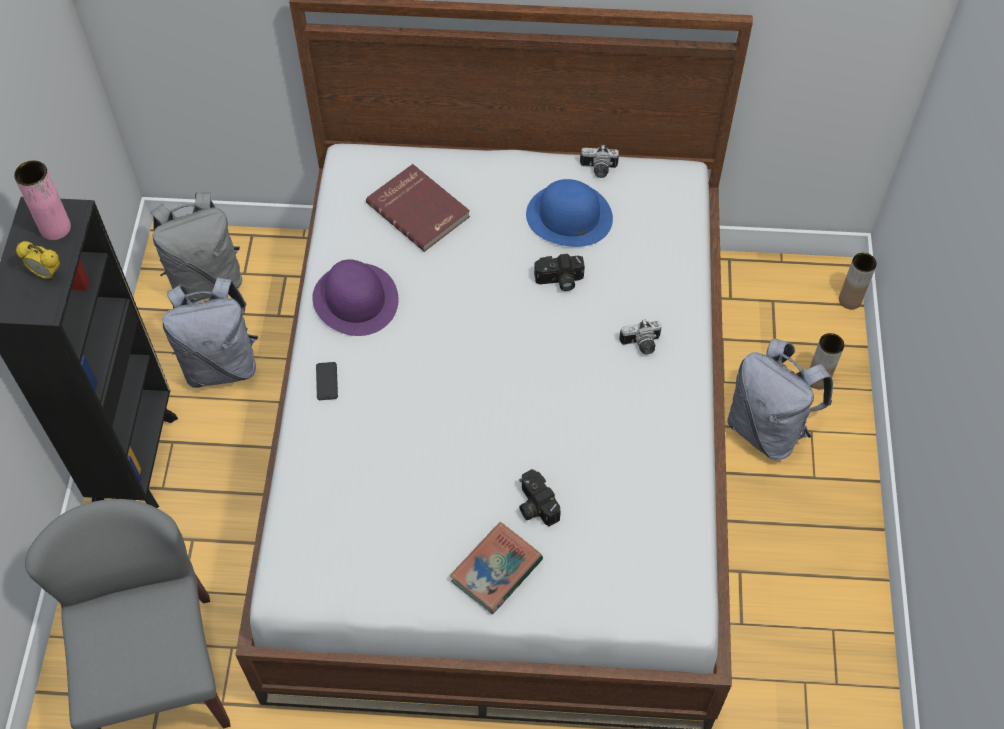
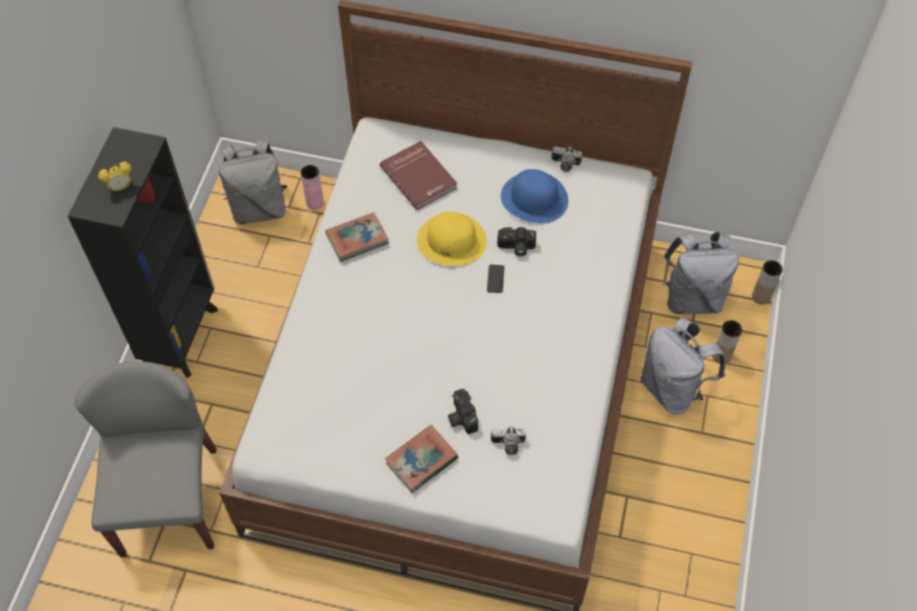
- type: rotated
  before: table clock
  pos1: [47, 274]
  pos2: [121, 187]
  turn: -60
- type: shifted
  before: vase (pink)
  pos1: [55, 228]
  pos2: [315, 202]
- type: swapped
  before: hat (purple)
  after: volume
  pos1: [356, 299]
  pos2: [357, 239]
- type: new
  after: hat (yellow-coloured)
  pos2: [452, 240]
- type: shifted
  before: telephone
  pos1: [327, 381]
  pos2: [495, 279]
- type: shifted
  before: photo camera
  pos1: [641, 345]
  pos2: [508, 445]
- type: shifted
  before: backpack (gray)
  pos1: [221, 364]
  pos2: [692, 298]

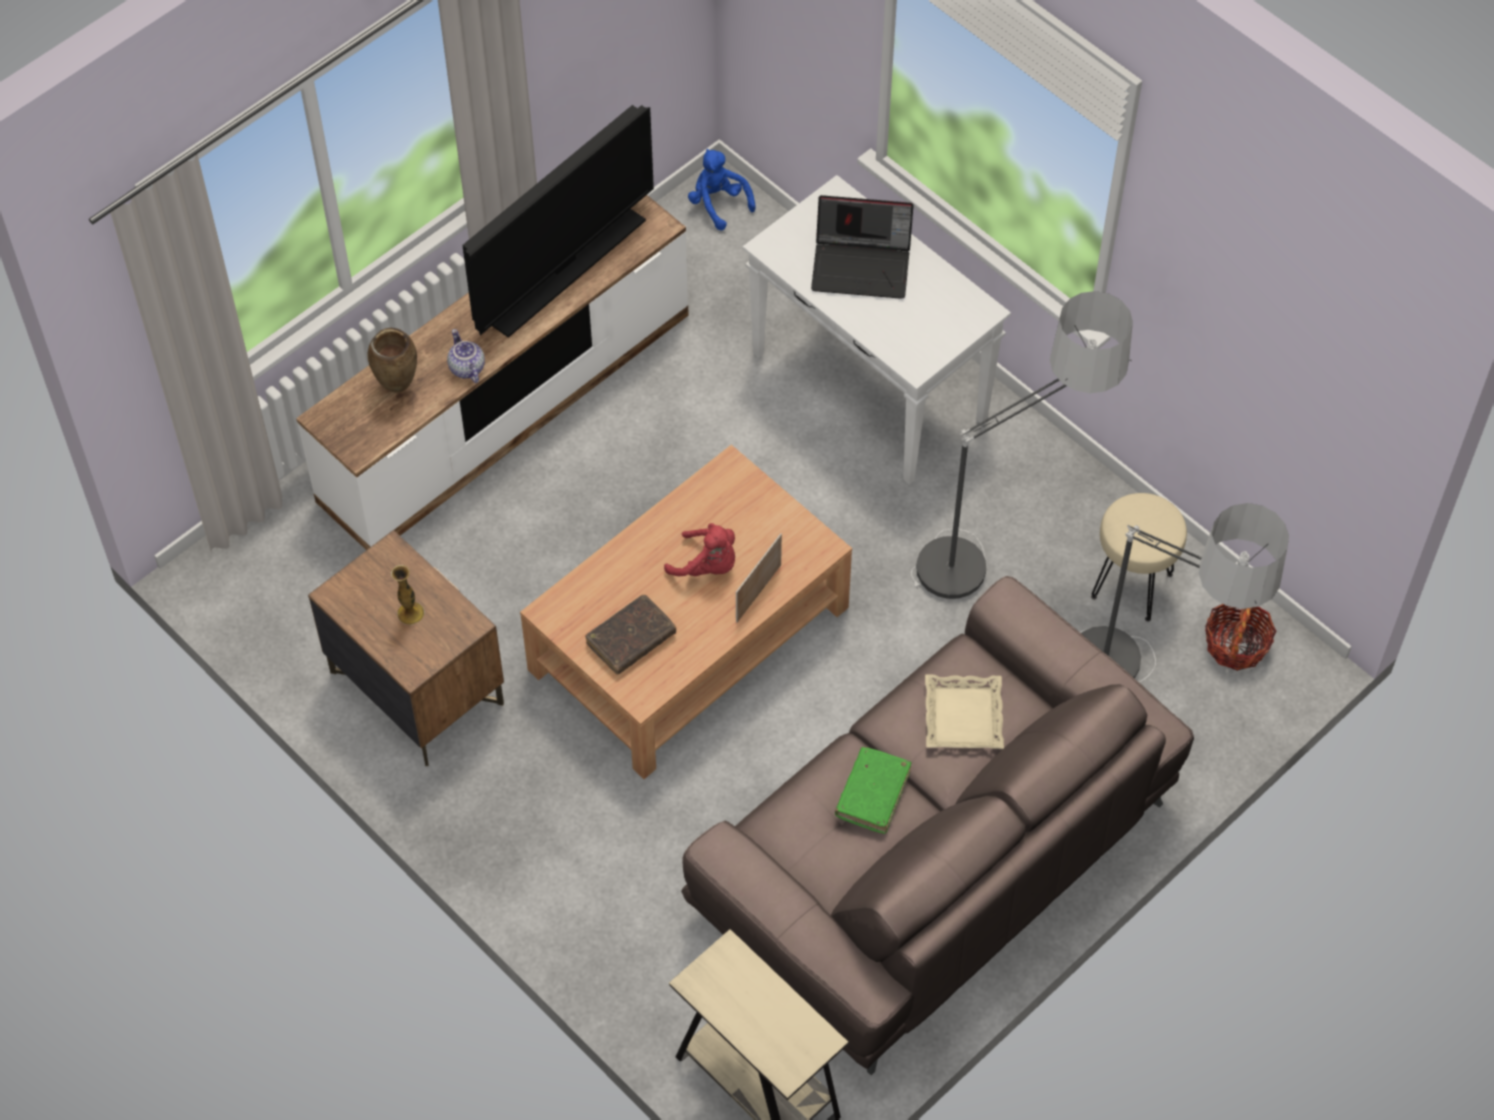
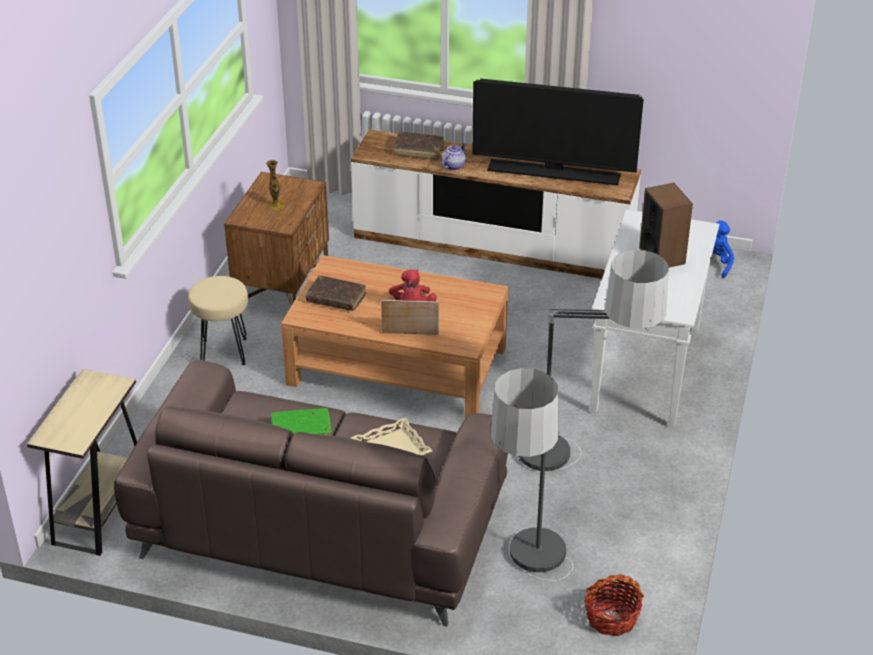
- type: shifted
  before: stool (beige)
  pos1: [1130, 586]
  pos2: [223, 351]
- type: swapped
  before: vase (brown)
  after: volume (brown)
  pos1: [397, 387]
  pos2: [418, 150]
- type: swapped
  before: portable computer
  after: speaker
  pos1: [862, 265]
  pos2: [662, 255]

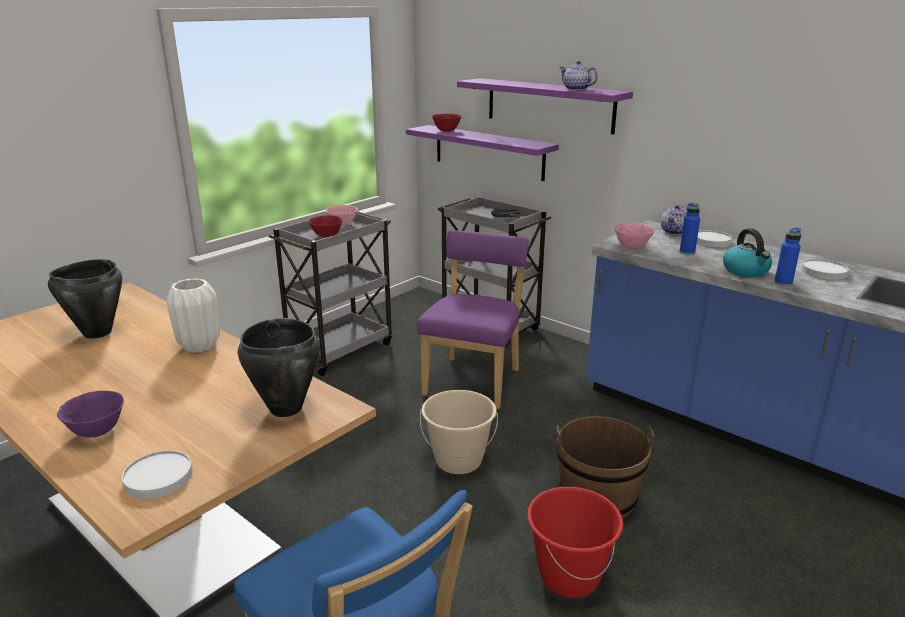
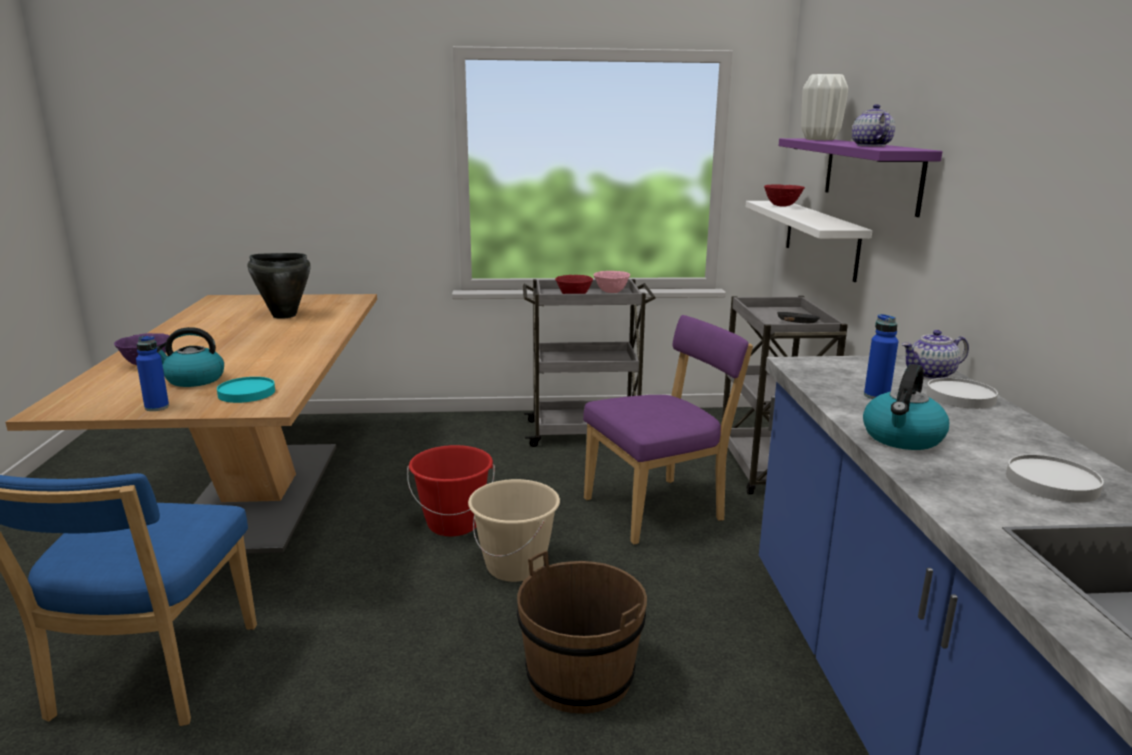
- type: shifted
  before: bottle (blue)
  pos1: [783, 283]
  pos2: [157, 407]
- type: new
  after: tea kettle
  pos2: [194, 380]
- type: swapped
  before: saucepot (black)
  after: flat dish (blue-green)
  pos1: [285, 409]
  pos2: [246, 393]
- type: shifted
  before: water bucket (reddish)
  pos1: [569, 576]
  pos2: [453, 524]
- type: repainted
  before: bracket shelf (purple)
  after: bracket shelf (white-coloured)
  pos1: [488, 152]
  pos2: [821, 238]
- type: shifted
  before: vase (white-coloured)
  pos1: [200, 346]
  pos2: [820, 139]
- type: gone
  before: flat dish (white-coloured)
  pos1: [159, 477]
- type: gone
  before: deep dish (pink)
  pos1: [632, 247]

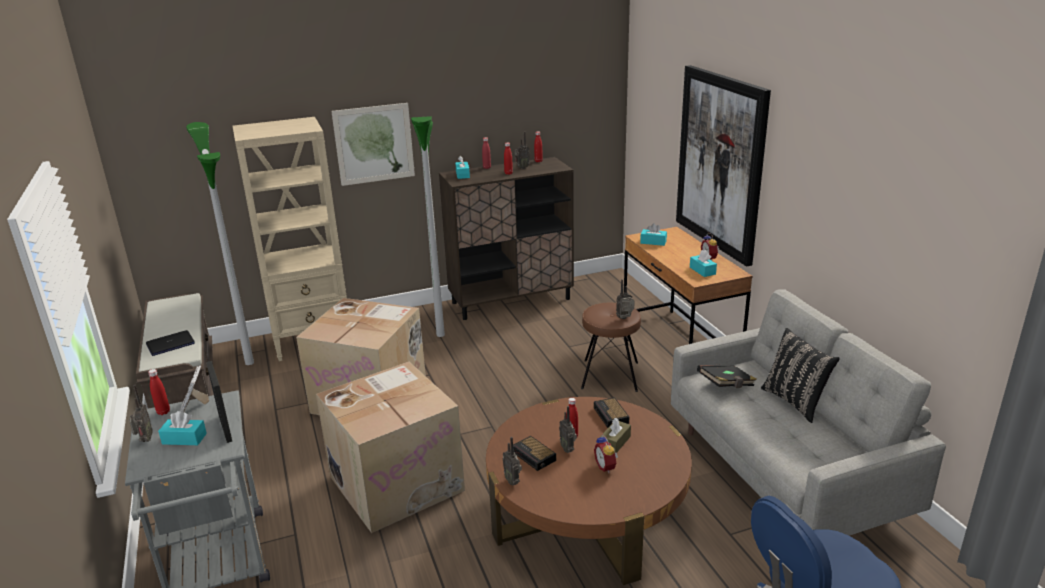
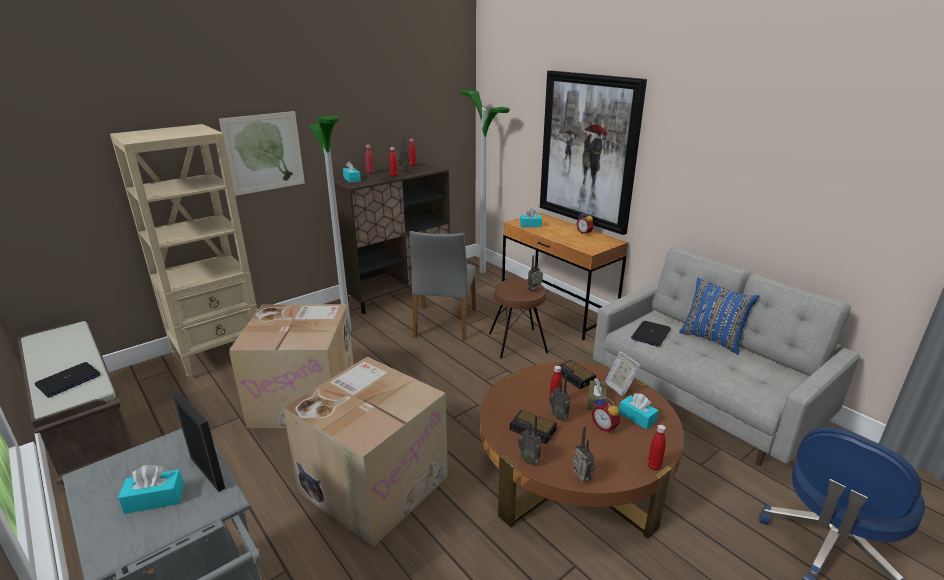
- type: new
  after: plain chair (gray)
  pos2: [444, 323]
- type: shifted
  before: standing lamp
  pos1: [249, 363]
  pos2: [482, 271]
- type: shifted
  before: radio set
  pos1: [144, 440]
  pos2: [580, 480]
- type: shifted
  before: photo frame
  pos1: [194, 407]
  pos2: [619, 387]
- type: shifted
  before: tissue holder (blue-green)
  pos1: [702, 270]
  pos2: [637, 417]
- type: swapped
  before: volume (black)
  after: portable computer
  pos1: [726, 385]
  pos2: [651, 334]
- type: shifted
  before: bottle (reddish)
  pos1: [163, 412]
  pos2: [654, 466]
- type: repainted
  before: pillow (black)
  after: pillow (blue)
  pos1: [795, 401]
  pos2: [712, 339]

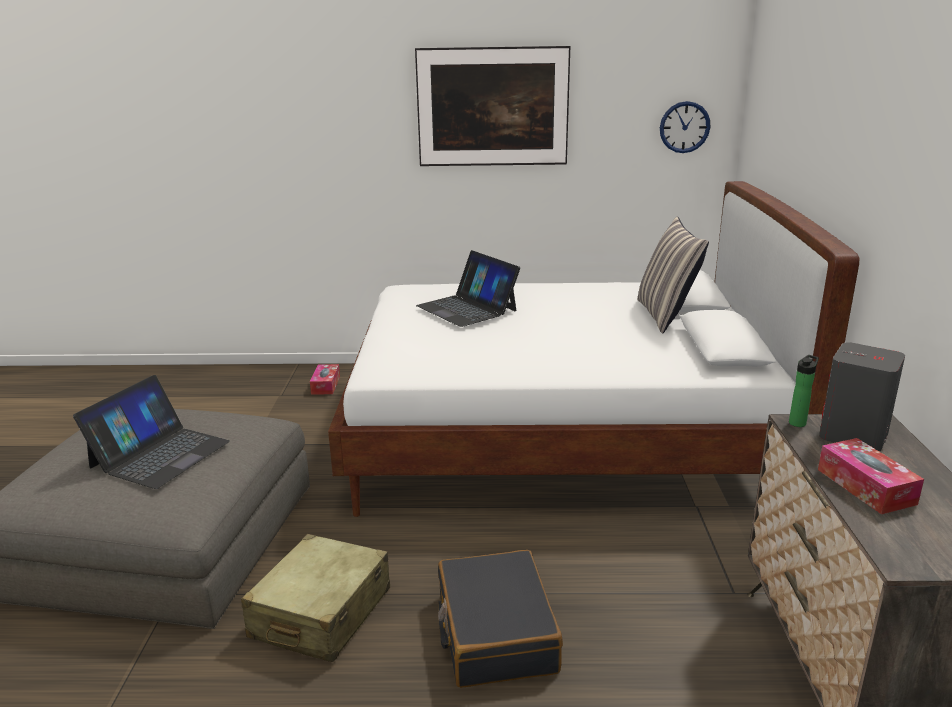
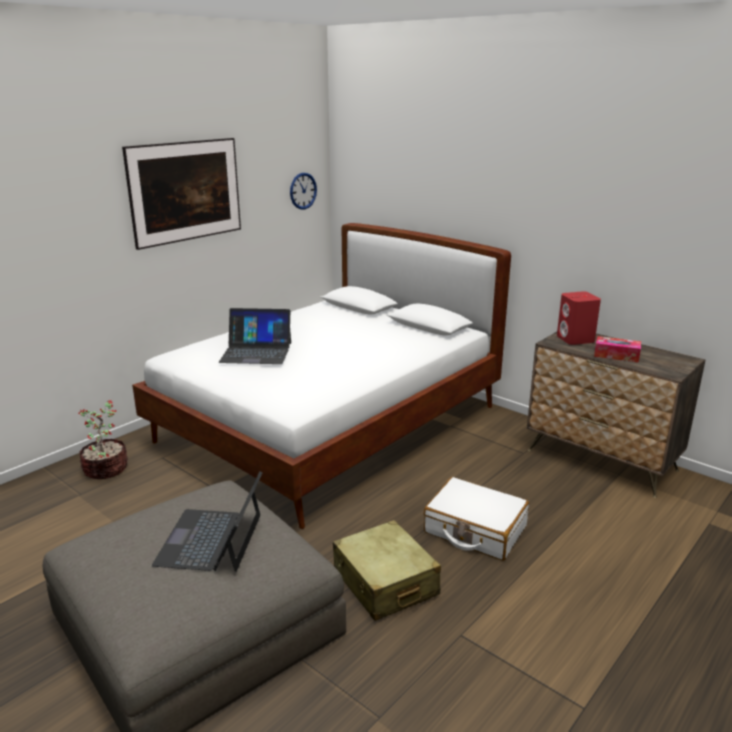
- type: swapped
  before: tissue holder
  after: potted plant
  pos1: [325, 385]
  pos2: [105, 470]
- type: rotated
  before: portable computer
  pos1: [159, 454]
  pos2: [211, 539]
  turn: -150
- type: repainted
  before: piece of luggage (black)
  after: piece of luggage (white-coloured)
  pos1: [495, 633]
  pos2: [475, 530]
- type: repainted
  before: speaker (gray)
  after: speaker (reddish)
  pos1: [853, 436]
  pos2: [575, 339]
- type: gone
  before: pillow
  pos1: [666, 316]
- type: gone
  before: bottle
  pos1: [798, 422]

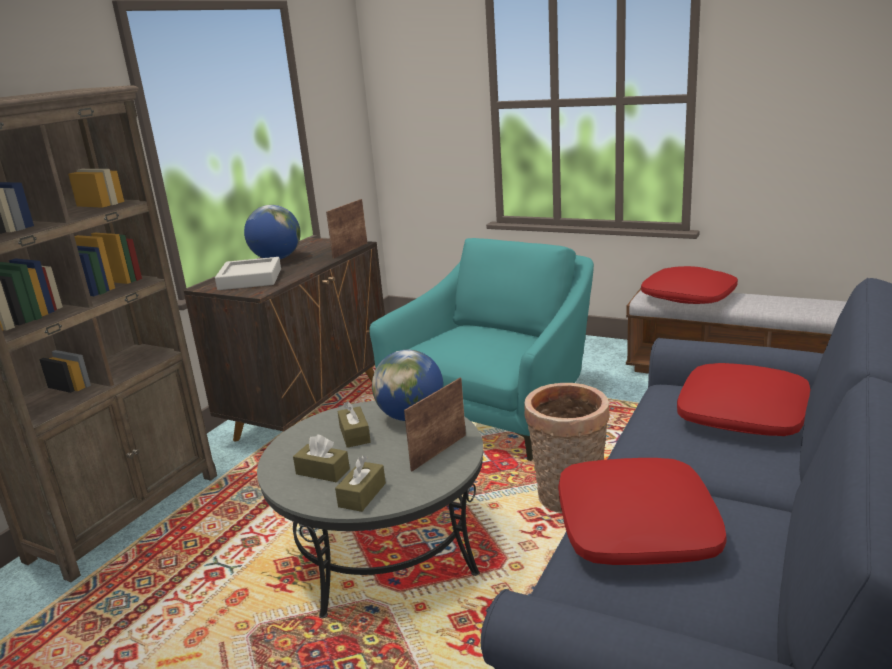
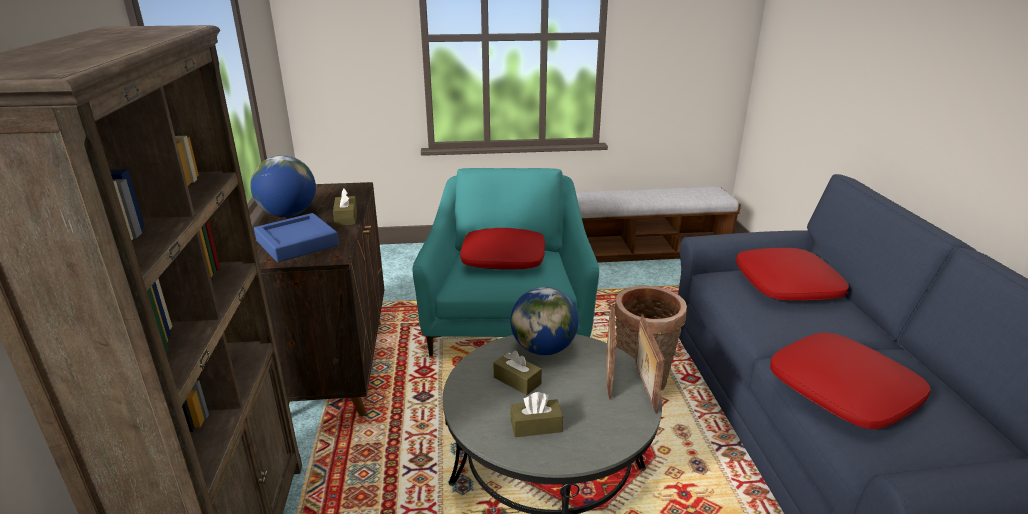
- type: repainted
  before: carrying tray (gray)
  after: carrying tray (blue)
  pos1: [250, 279]
  pos2: [297, 243]
- type: shifted
  before: tissue holder (brown)
  pos1: [362, 495]
  pos2: [346, 218]
- type: shifted
  before: pillow (reddish)
  pos1: [689, 296]
  pos2: [503, 258]
- type: shifted
  before: photo frame
  pos1: [349, 250]
  pos2: [644, 387]

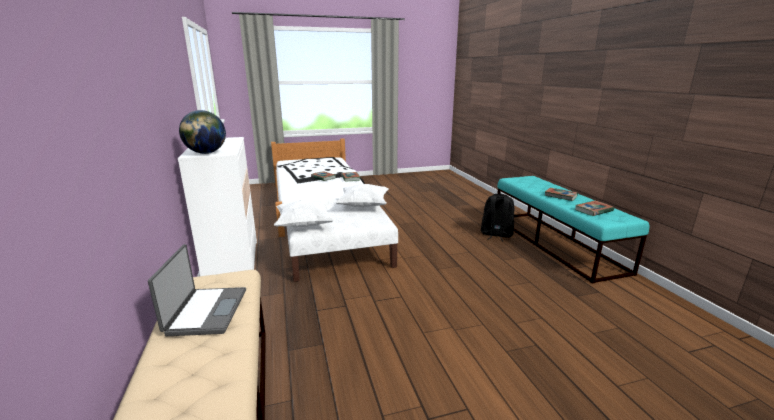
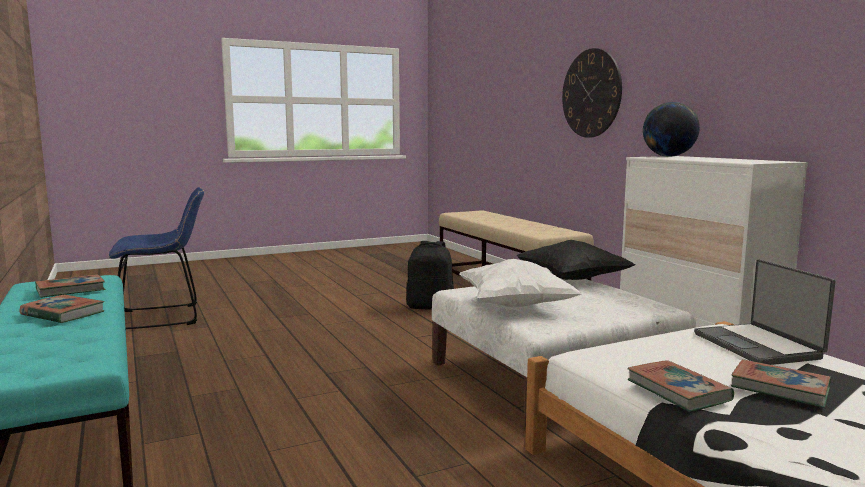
- type: new
  after: plain chair (blue)
  pos2: [164, 317]
- type: shifted
  before: backpack (black)
  pos1: [496, 235]
  pos2: [430, 307]
- type: repainted
  before: pillow (white-coloured)
  after: pillow (black)
  pos1: [304, 225]
  pos2: [573, 280]
- type: new
  after: clock on the wall
  pos2: [591, 93]
- type: shifted
  before: portable computer
  pos1: [206, 312]
  pos2: [758, 346]

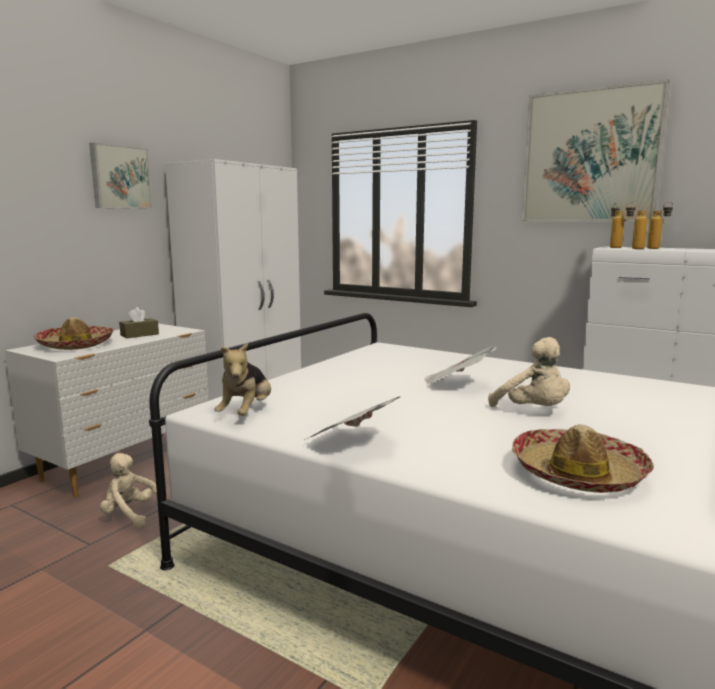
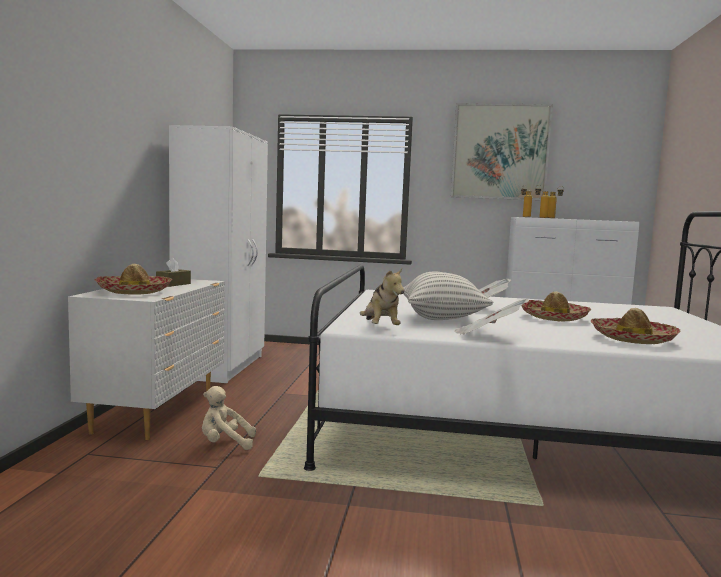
- type: new
  after: pillow
  pos2: [442, 318]
- type: swapped
  before: plush toy (beige)
  after: hat
  pos1: [533, 411]
  pos2: [554, 317]
- type: gone
  before: wall art
  pos1: [120, 177]

